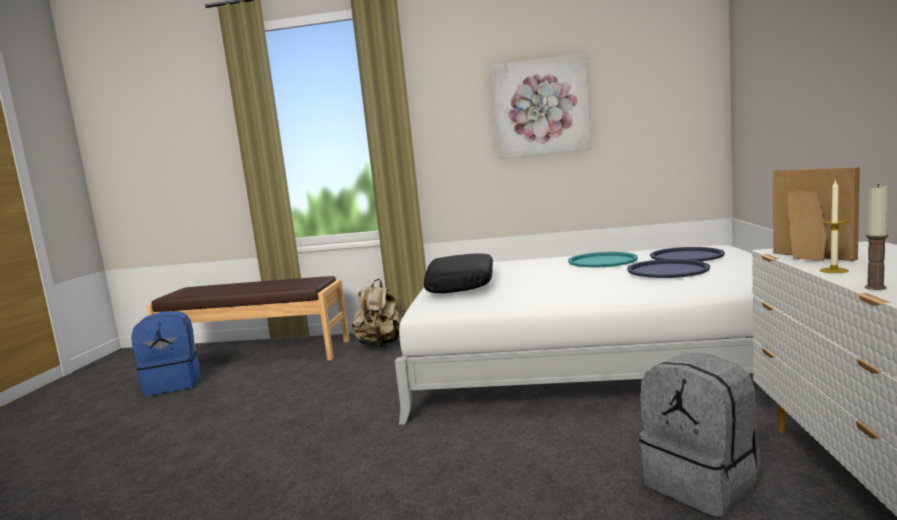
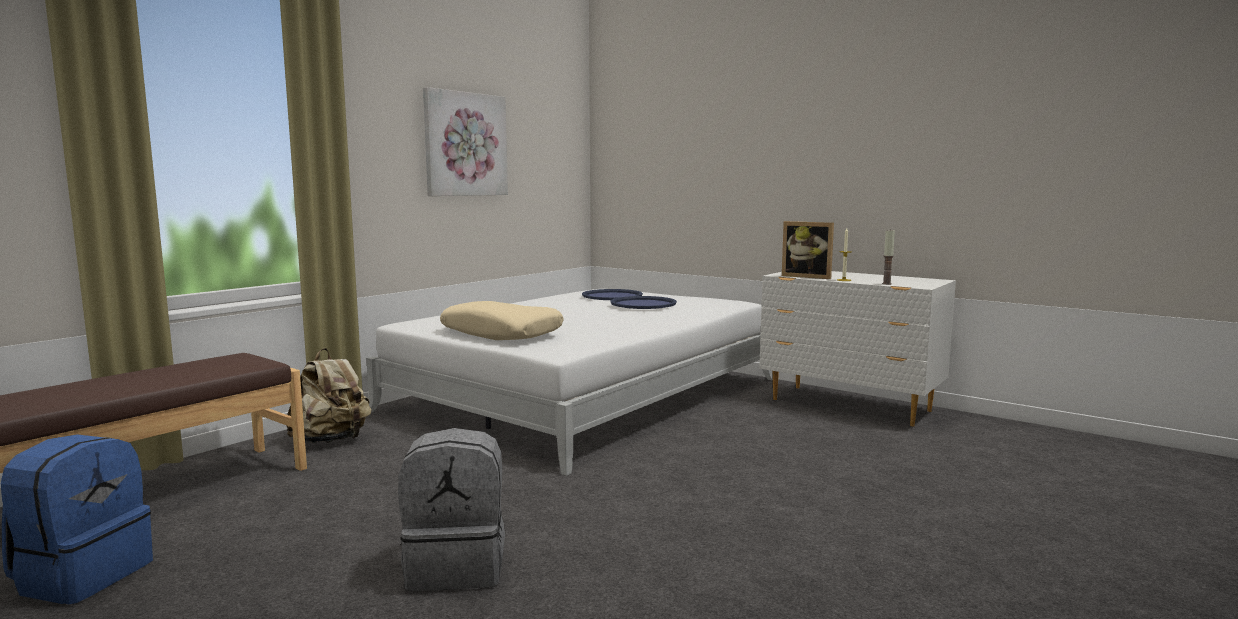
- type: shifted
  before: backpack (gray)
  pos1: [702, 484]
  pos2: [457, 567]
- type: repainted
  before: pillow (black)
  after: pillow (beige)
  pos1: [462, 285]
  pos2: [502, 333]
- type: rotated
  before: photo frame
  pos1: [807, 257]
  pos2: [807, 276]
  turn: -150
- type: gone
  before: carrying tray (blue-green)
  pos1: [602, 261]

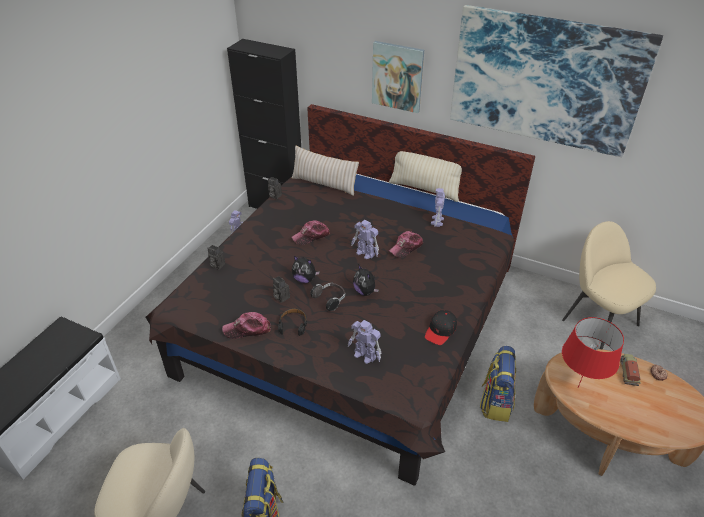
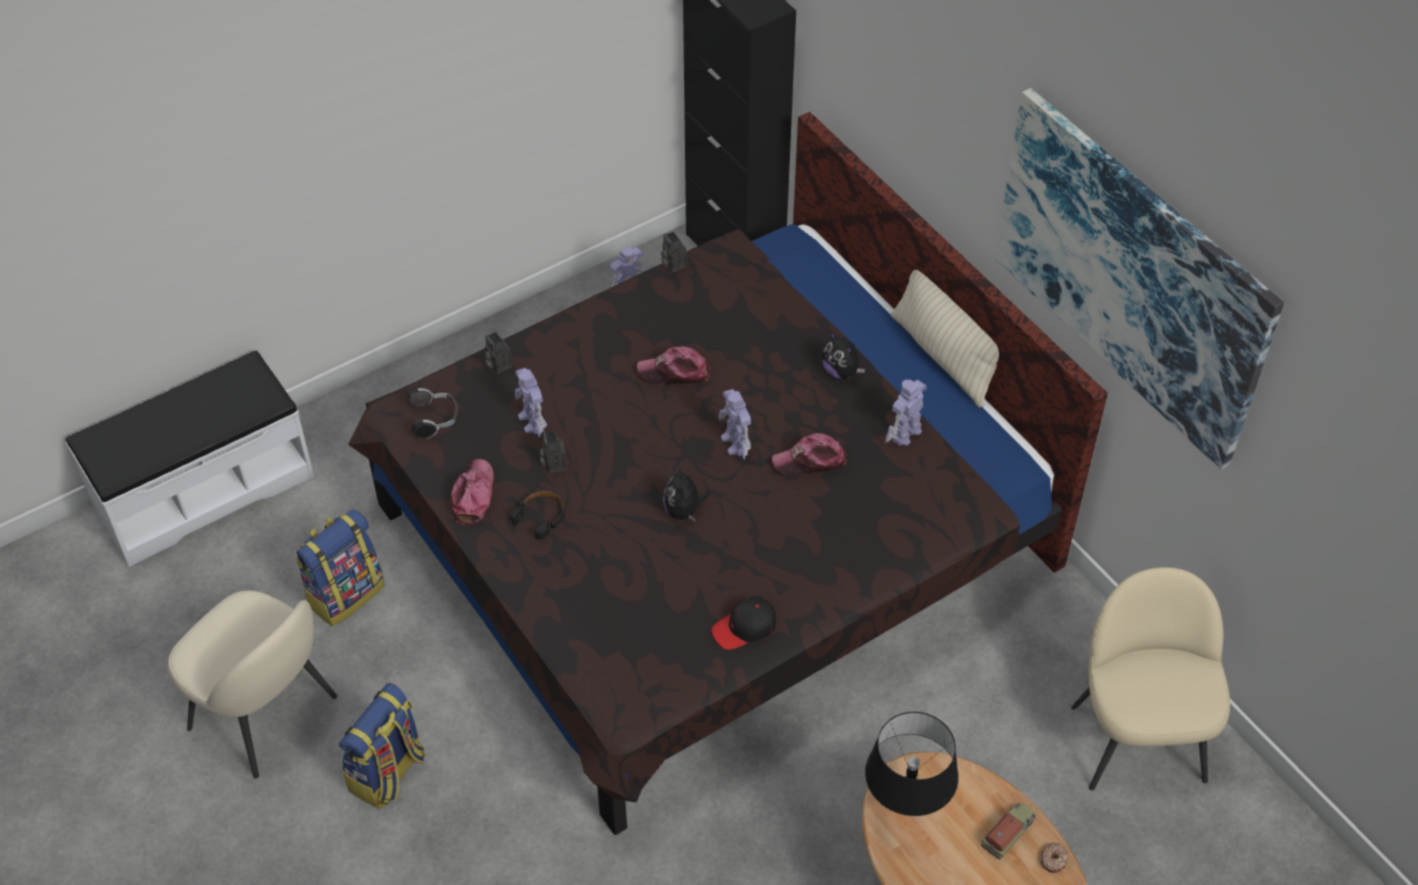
- type: shifted
  before: backpack
  pos1: [495, 402]
  pos2: [345, 593]
- type: shifted
  before: headphones
  pos1: [330, 300]
  pos2: [435, 420]
- type: rotated
  before: cap
  pos1: [247, 329]
  pos2: [473, 495]
  turn: 75
- type: shifted
  before: model robot
  pos1: [365, 355]
  pos2: [533, 422]
- type: shifted
  before: plush toy
  pos1: [305, 279]
  pos2: [841, 372]
- type: repainted
  before: lamp for a table (reddish)
  after: lamp for a table (black)
  pos1: [577, 387]
  pos2: [905, 814]
- type: gone
  before: pillow (beige)
  pos1: [324, 184]
- type: gone
  before: wall art
  pos1: [397, 76]

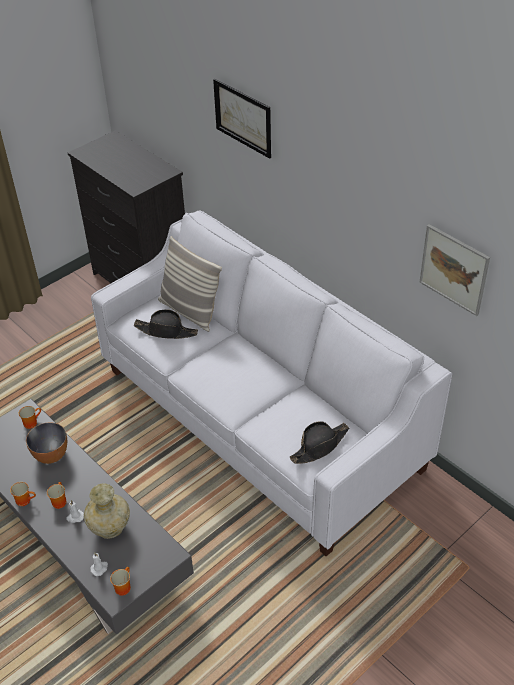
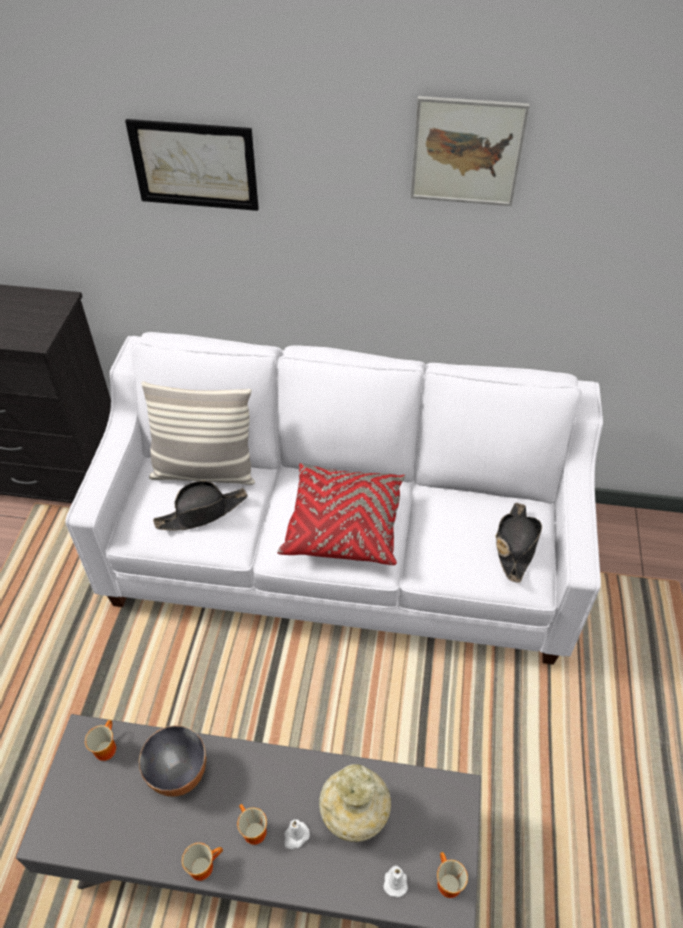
- type: new
  after: pillow (reddish)
  pos2: [343, 525]
- type: shifted
  before: wall art
  pos1: [454, 269]
  pos2: [466, 152]

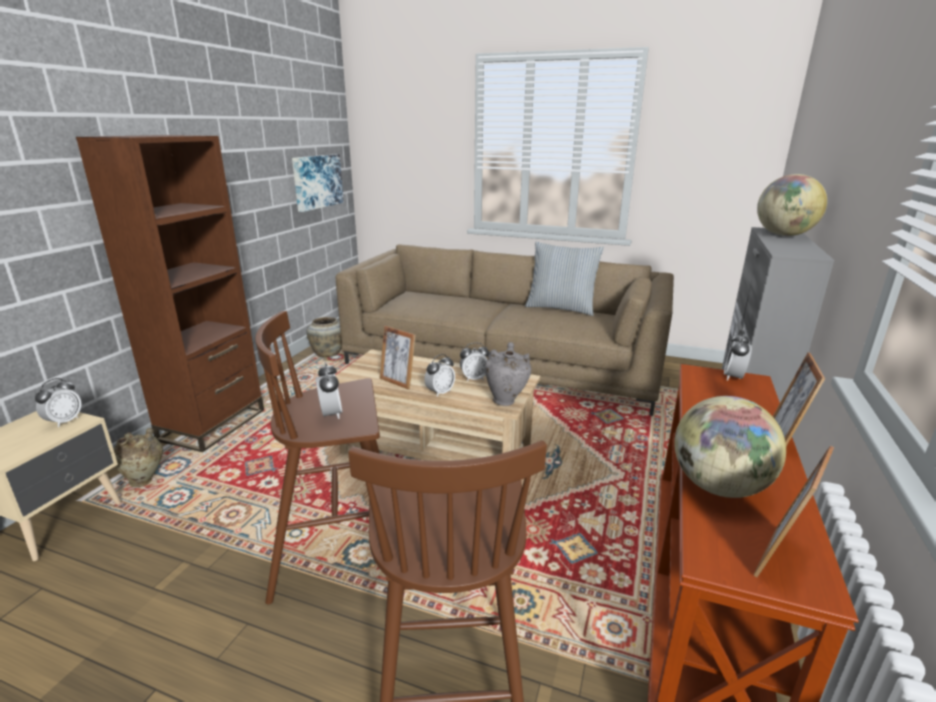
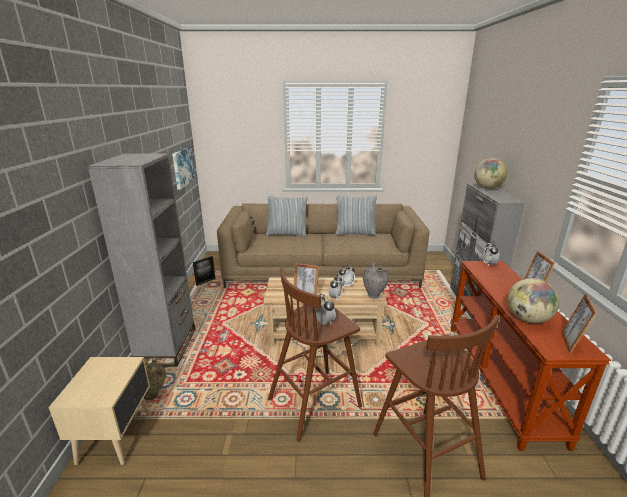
- type: repainted
  before: bookshelf (brown)
  after: bookshelf (gray)
  pos1: [213, 425]
  pos2: [167, 347]
- type: swapped
  before: vase (beige)
  after: photo frame
  pos1: [328, 353]
  pos2: [205, 282]
- type: new
  after: pillow
  pos2: [287, 234]
- type: gone
  before: table clock
  pos1: [64, 421]

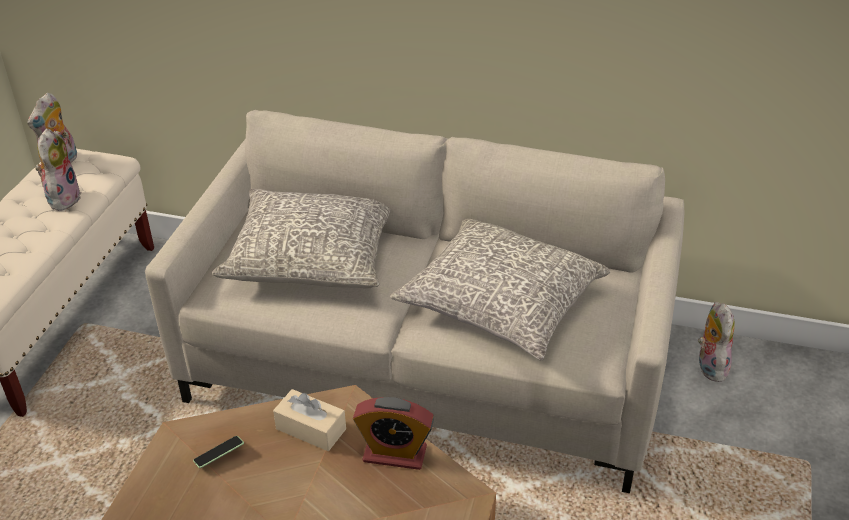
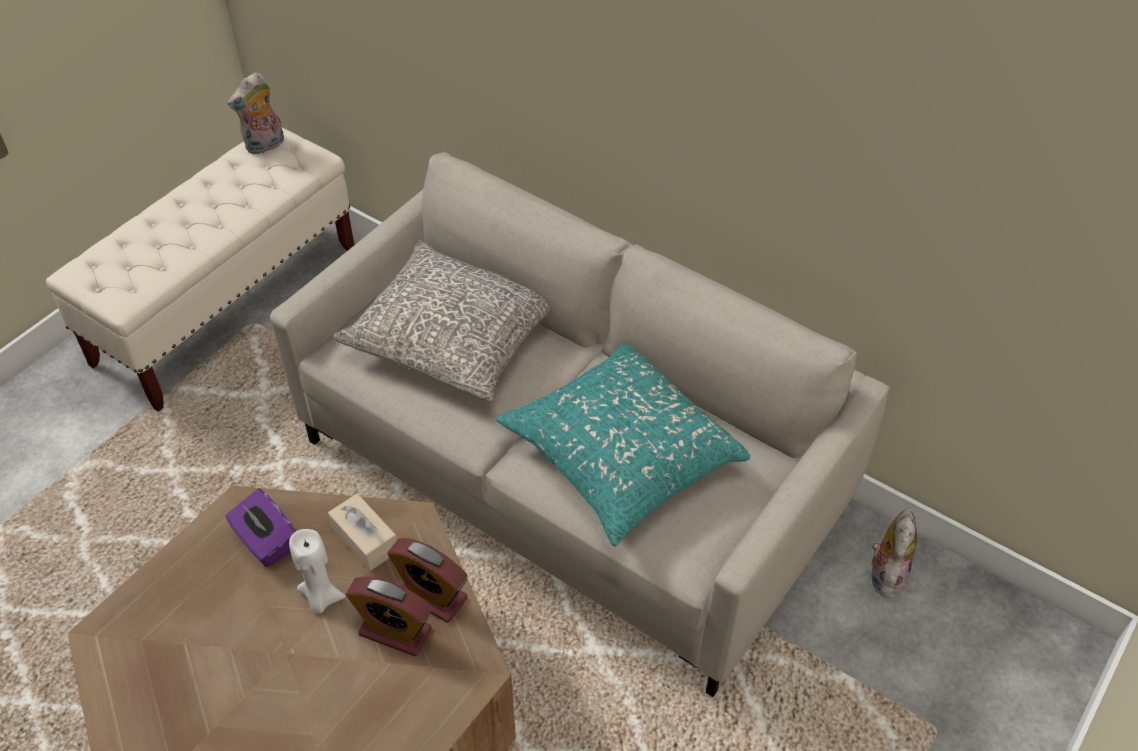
- type: swapped
  before: telephone
  after: tissue holder (purple)
  pos1: [219, 456]
  pos2: [266, 542]
- type: new
  after: wax candle (white-coloured)
  pos2: [321, 598]
- type: new
  after: table clock
  pos2: [395, 631]
- type: repainted
  before: pillow (gray)
  after: pillow (blue-green)
  pos1: [499, 304]
  pos2: [620, 456]
- type: gone
  before: plush toy
  pos1: [63, 198]

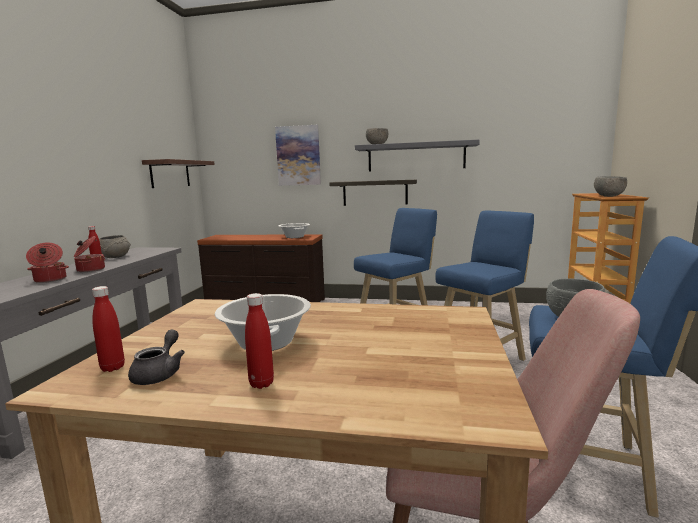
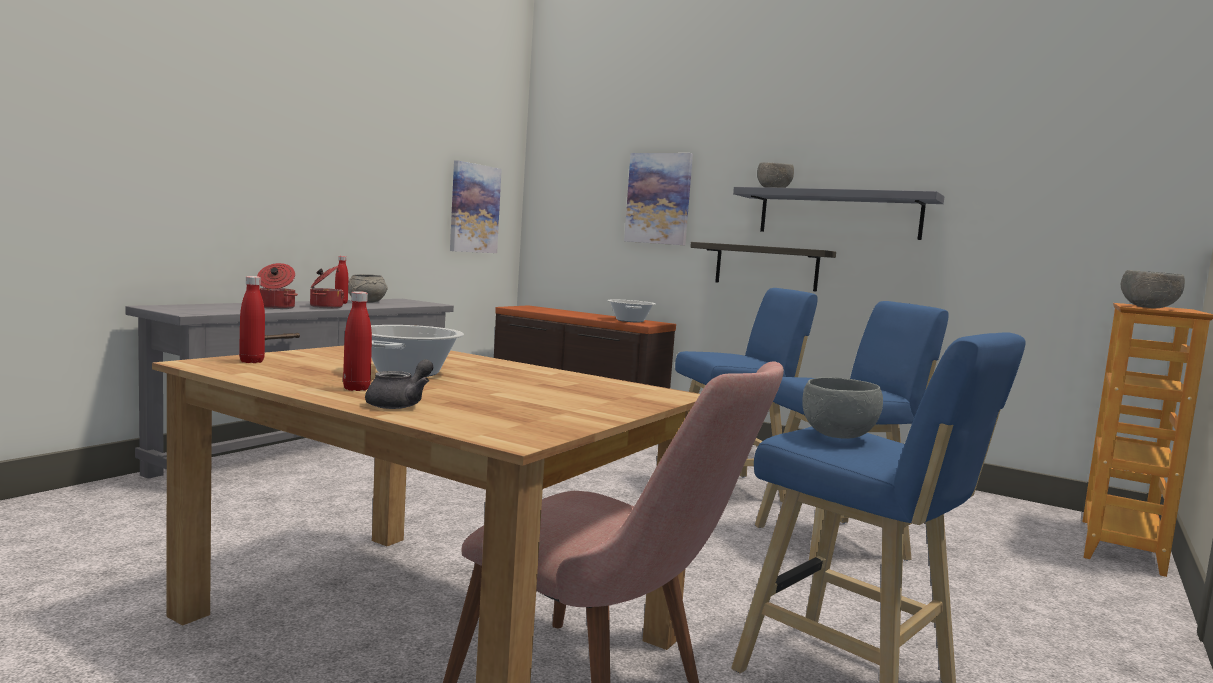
- type: shifted
  before: teapot (gray)
  pos1: [160, 373]
  pos2: [400, 404]
- type: swapped
  before: bracket shelf
  after: wall art
  pos1: [170, 174]
  pos2: [474, 208]

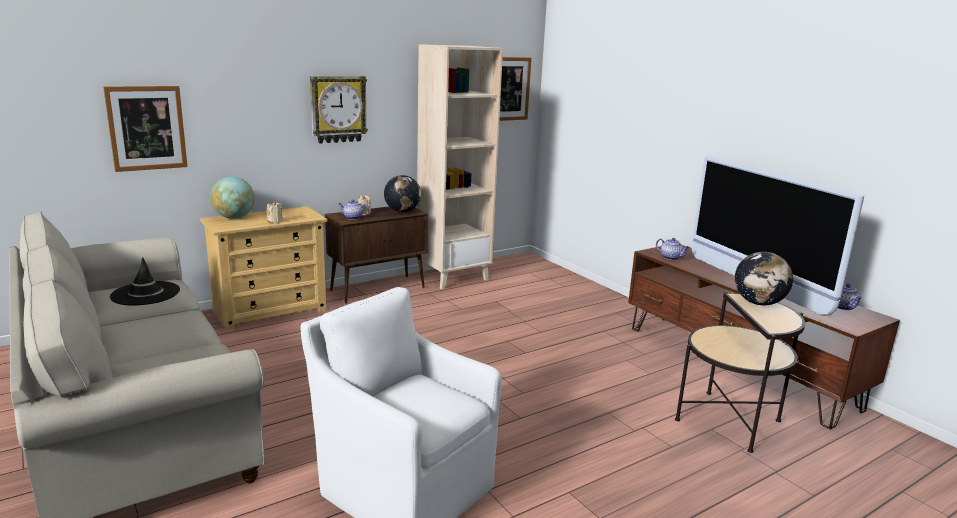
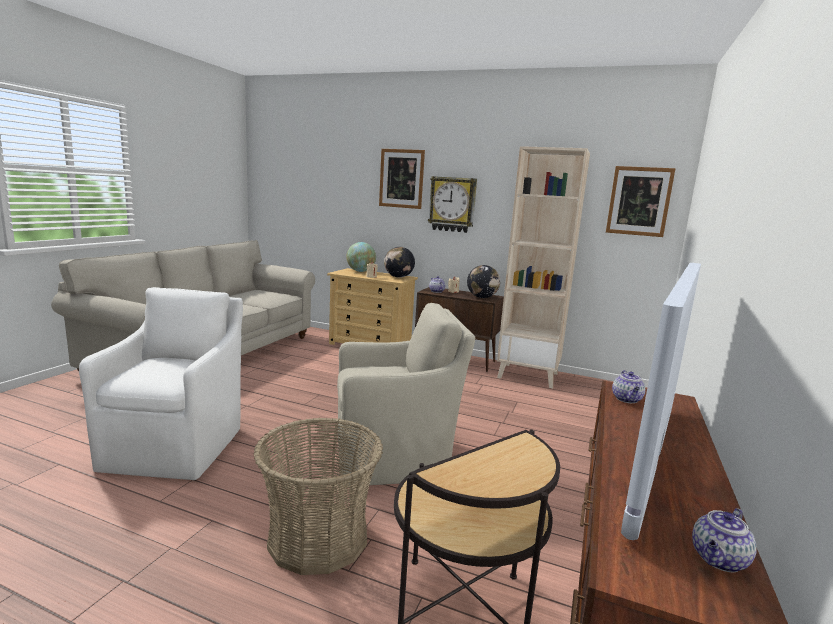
- type: new
  after: household basket
  pos2: [318, 538]
- type: new
  after: easy chair (beige)
  pos2: [394, 457]
- type: shifted
  before: wall art
  pos1: [147, 128]
  pos2: [401, 178]
- type: shifted
  before: desk globe
  pos1: [758, 303]
  pos2: [398, 277]
- type: gone
  before: hat (black)
  pos1: [145, 294]

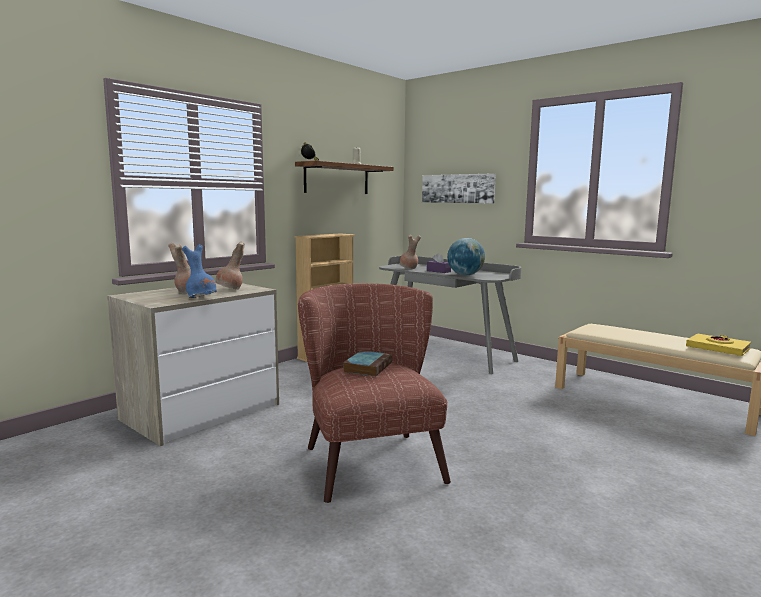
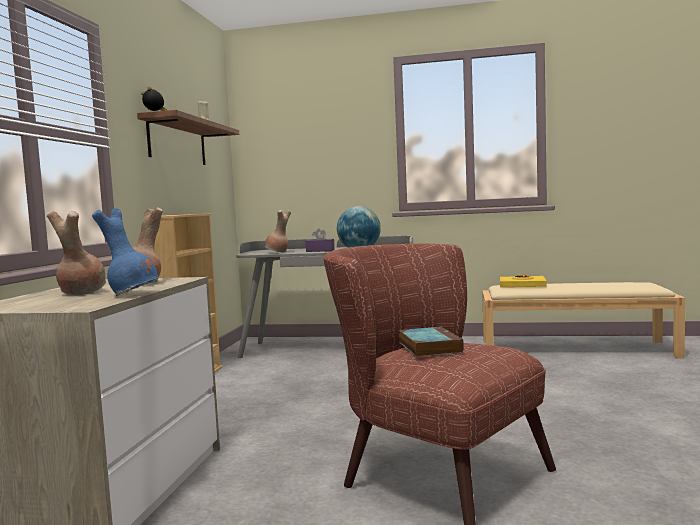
- type: shifted
  before: volume (yellow-coloured)
  pos1: [718, 348]
  pos2: [522, 285]
- type: gone
  before: wall art
  pos1: [458, 188]

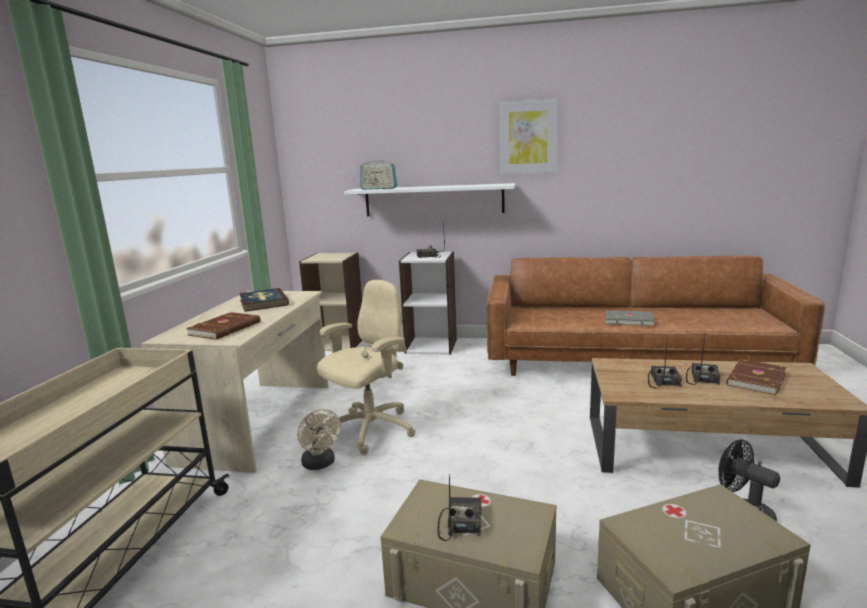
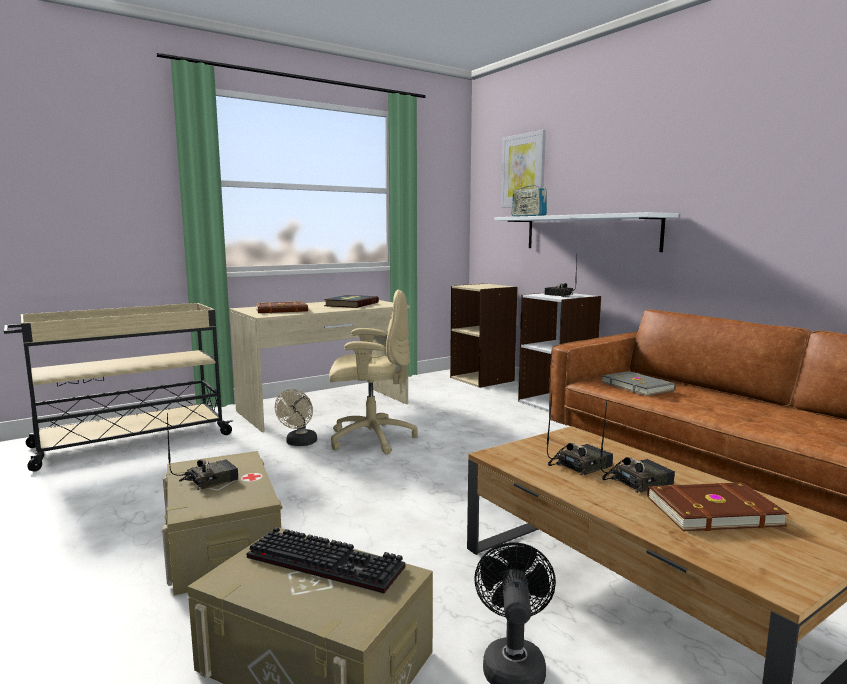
- type: new
  after: keyboard
  pos2: [329, 561]
- type: shifted
  before: wall art
  pos1: [528, 137]
  pos2: [523, 170]
- type: shifted
  before: volume (gray)
  pos1: [628, 320]
  pos2: [637, 386]

